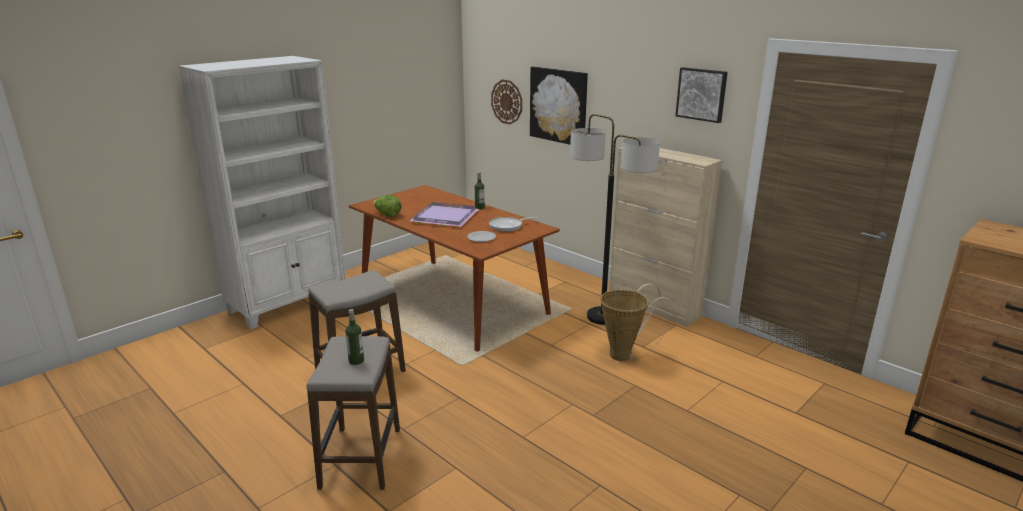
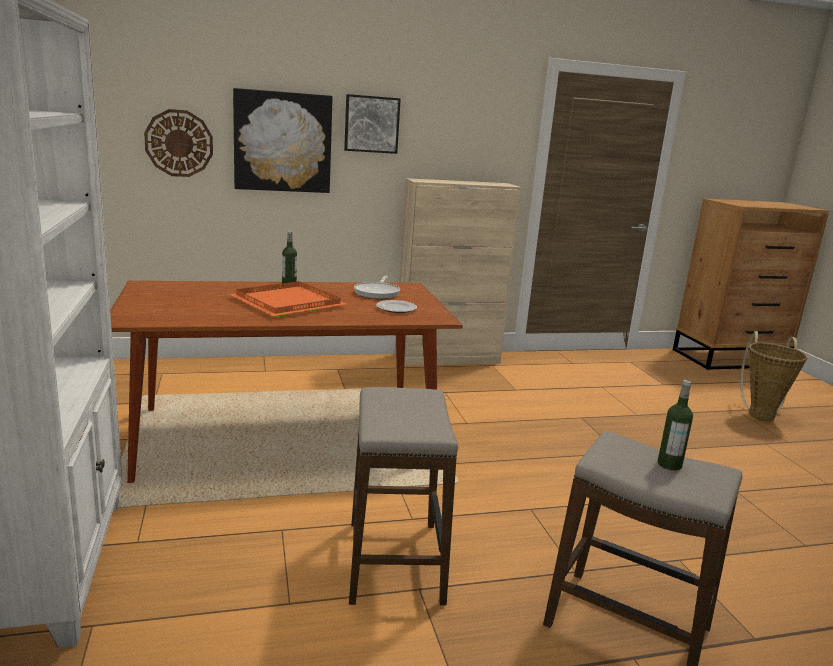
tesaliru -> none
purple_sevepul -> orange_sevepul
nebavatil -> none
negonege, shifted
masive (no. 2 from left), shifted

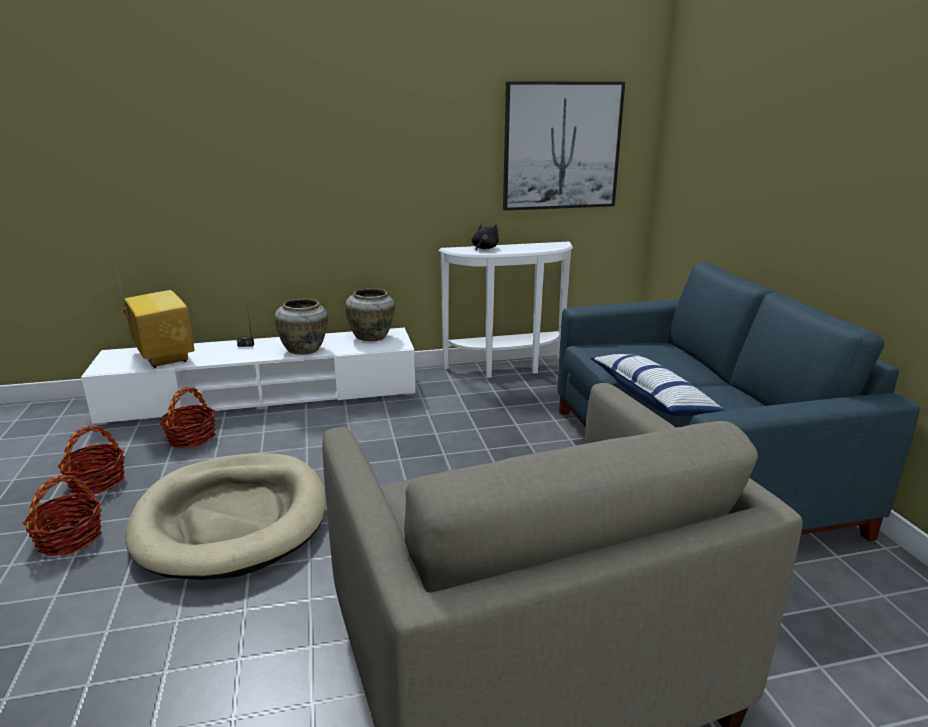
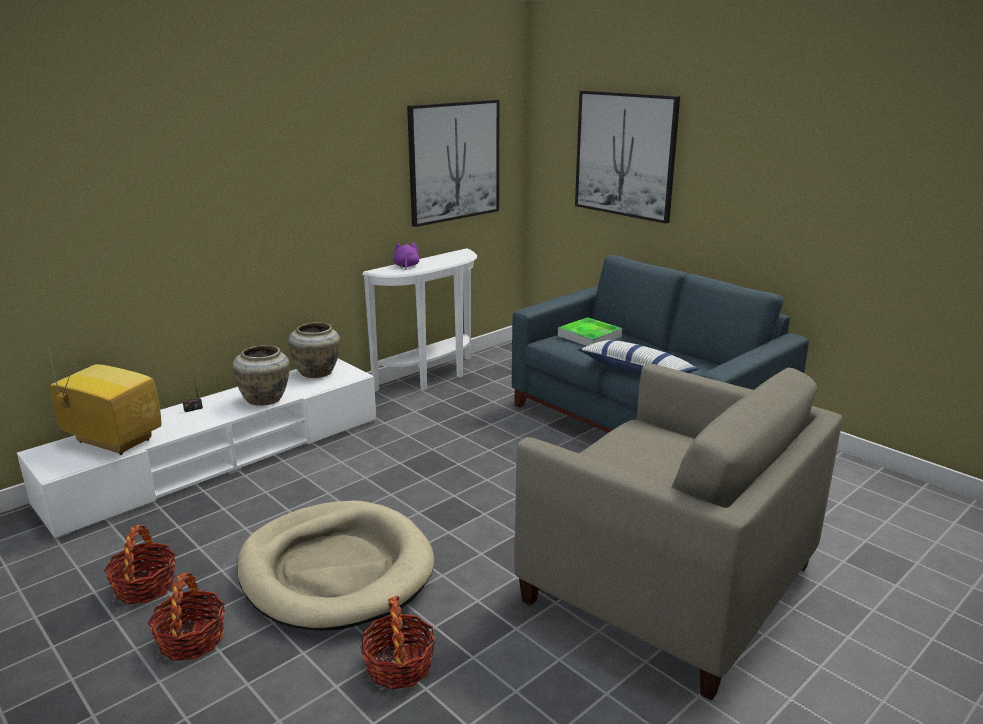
negonege (no. 3 from left), shifted
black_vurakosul -> purple_vurakosul
none -> sevepul
none -> masive (no. 2 from left)

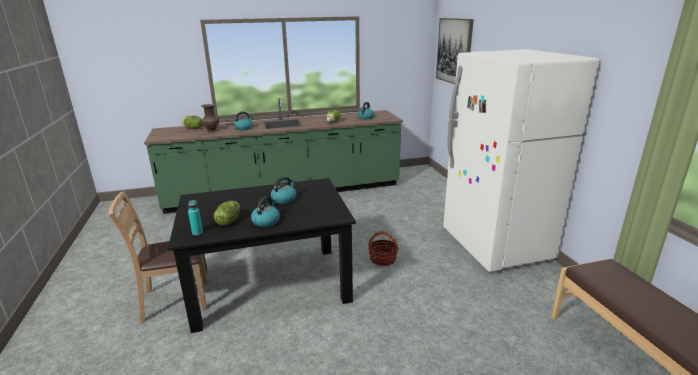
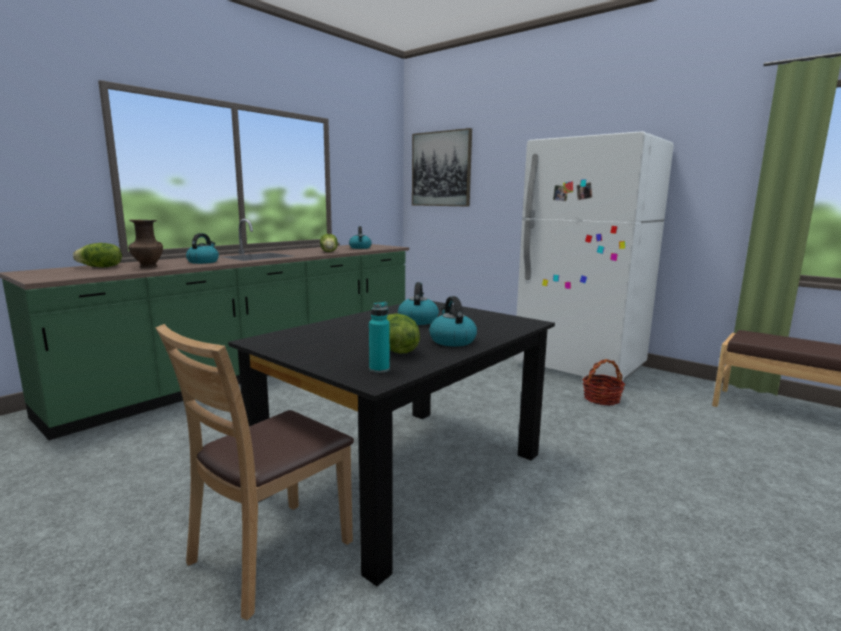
negonege, shifted

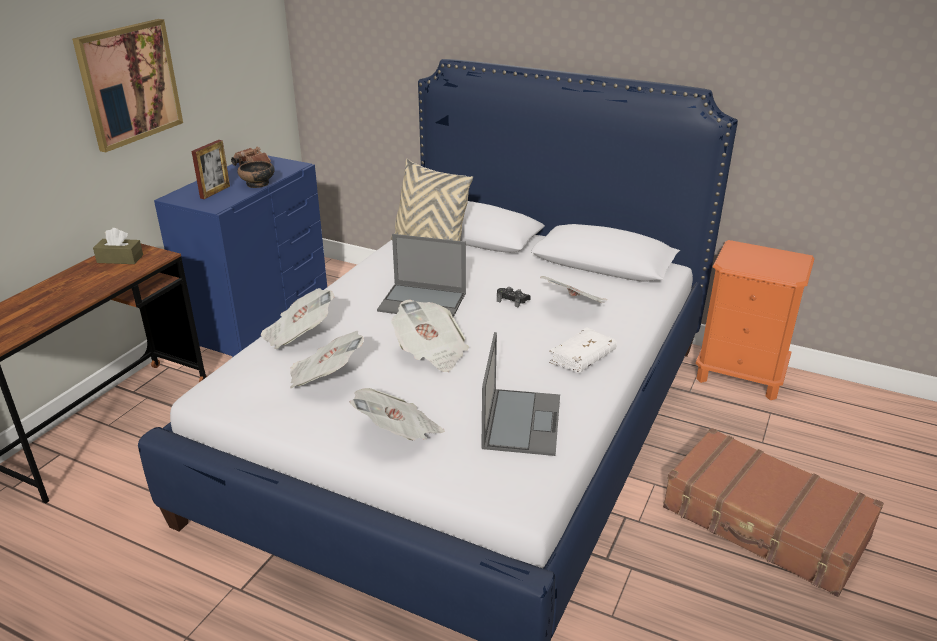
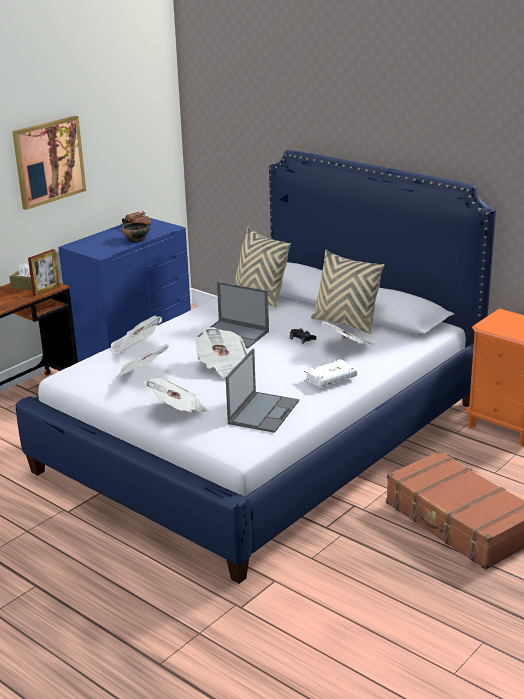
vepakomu, shifted
none -> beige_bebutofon (no. 2 from left)

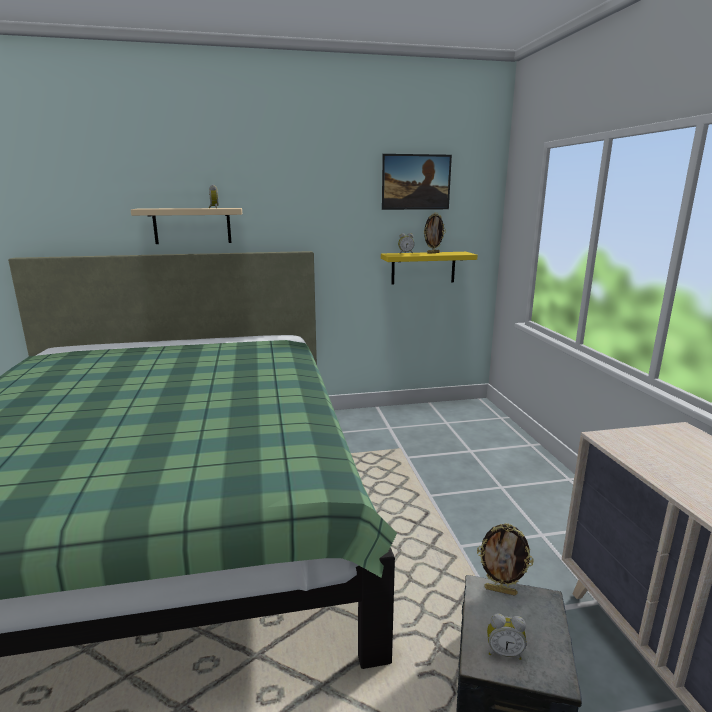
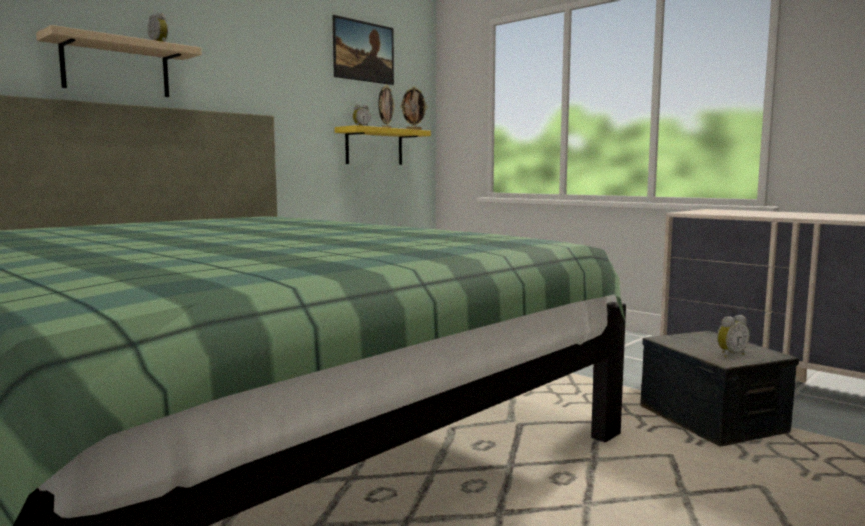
vepakomu (no. 2 from left), shifted

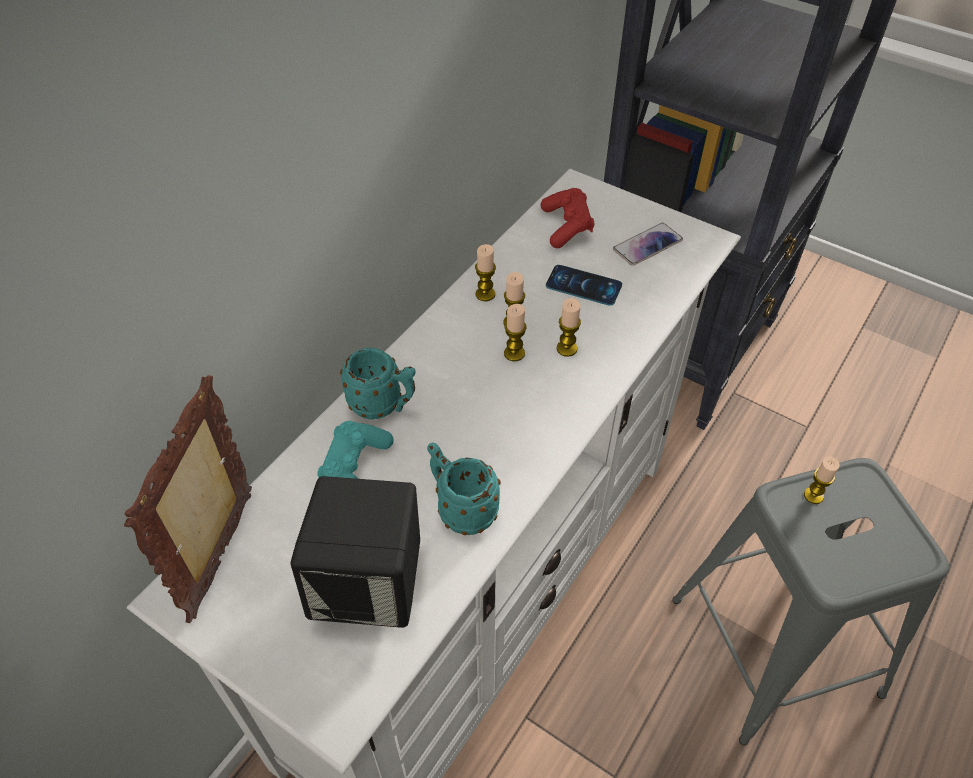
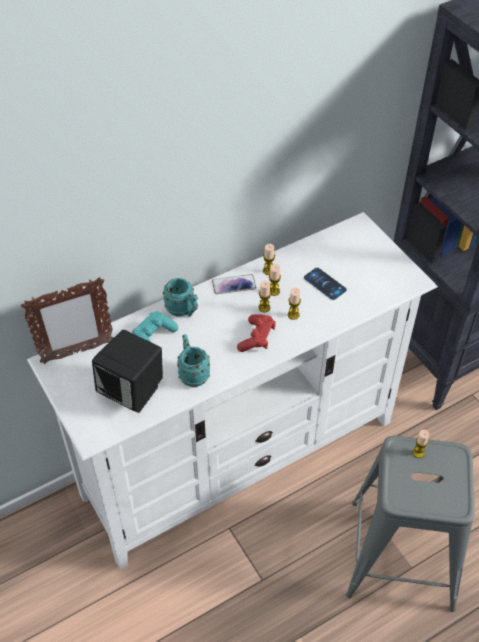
vepakomu, 150 degrees counterclockwise
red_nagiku, shifted
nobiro (no. 2 from left in the first image) -> nobiro (no. 1 from left), shifted

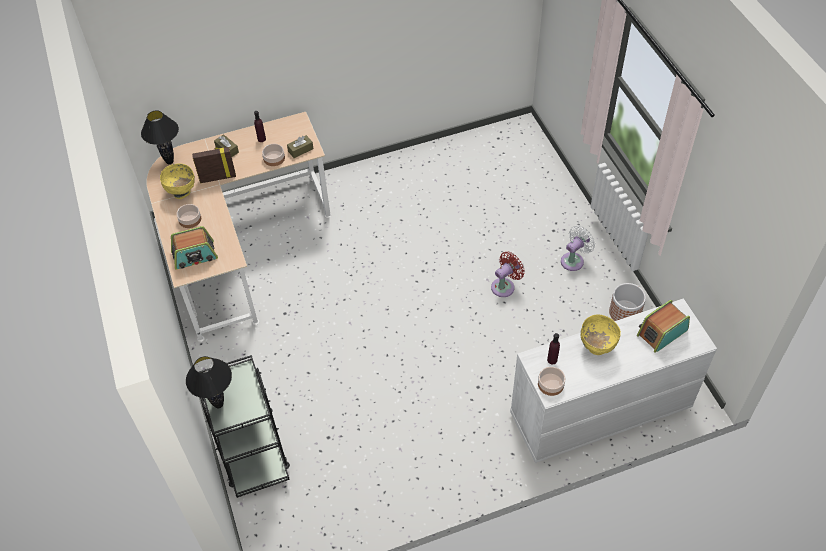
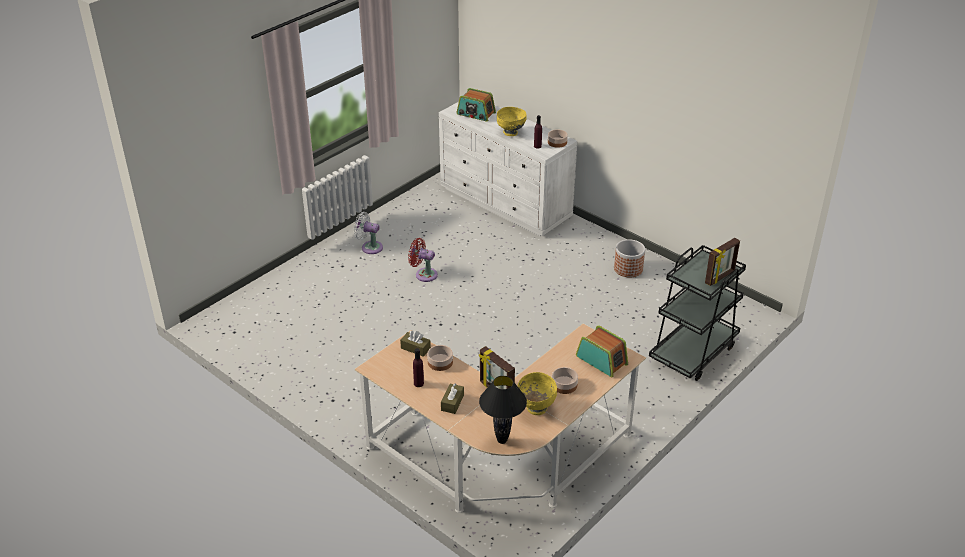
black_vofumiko (no. 2 from left) -> vepakomu (no. 2 from left)
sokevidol, shifted

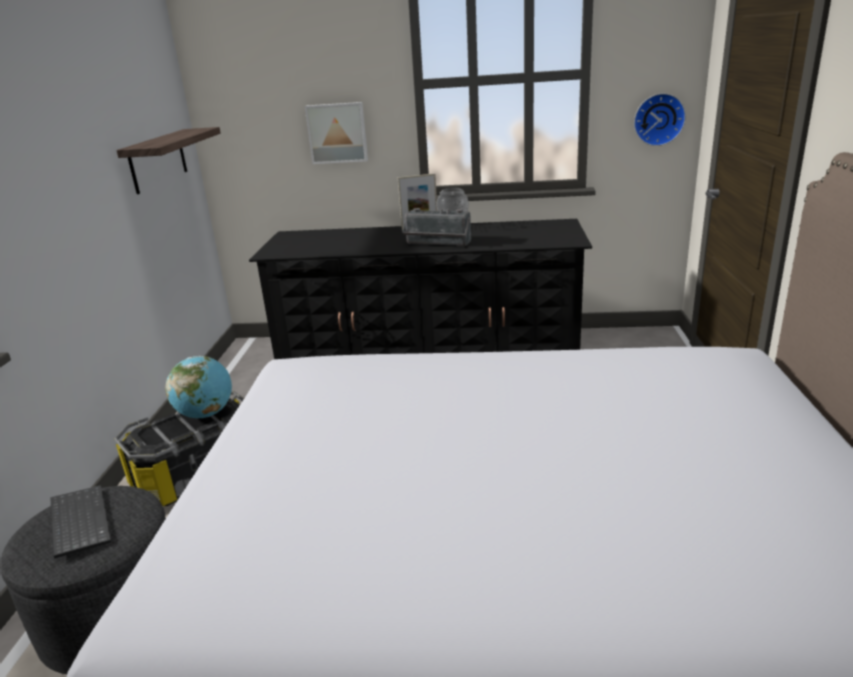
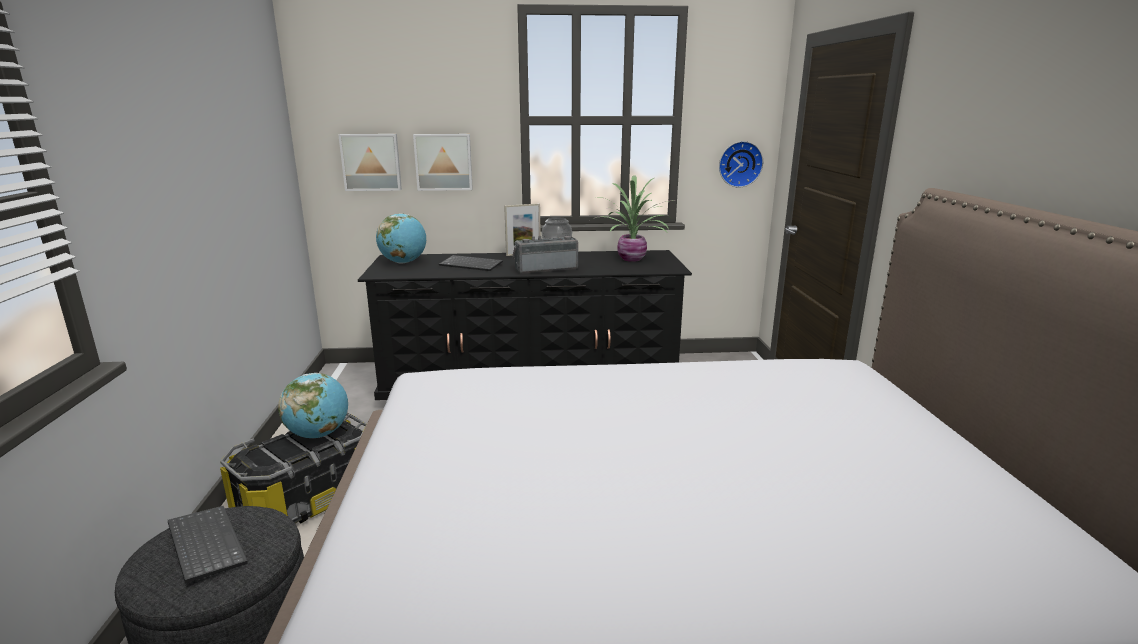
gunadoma -> none
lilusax, 150 degrees clockwise
none -> masive (no. 1 from left)
none -> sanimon (no. 2 from left)
none -> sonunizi (no. 2 from left)
none -> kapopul

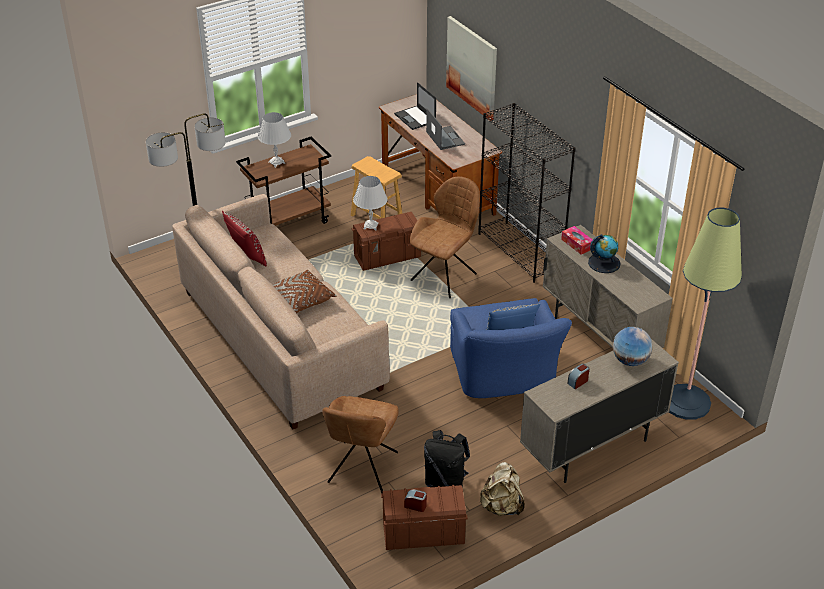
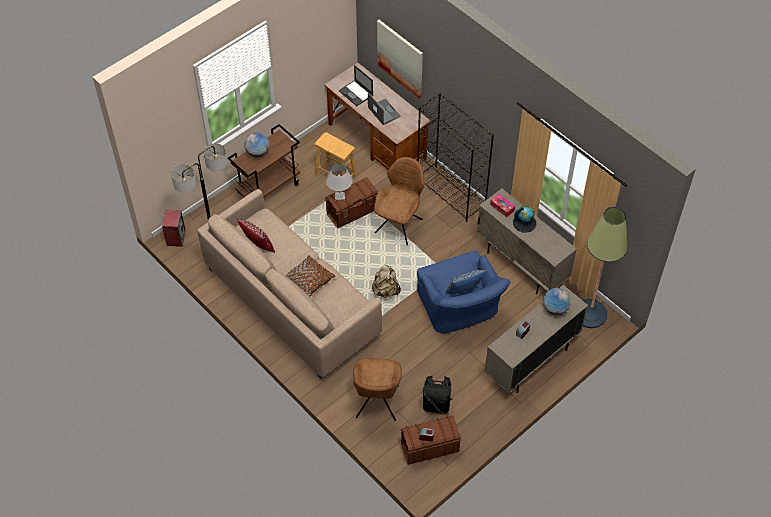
white_vofumiko (no. 1 from left) -> sanimon (no. 1 from left)
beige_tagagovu, shifted
none -> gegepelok

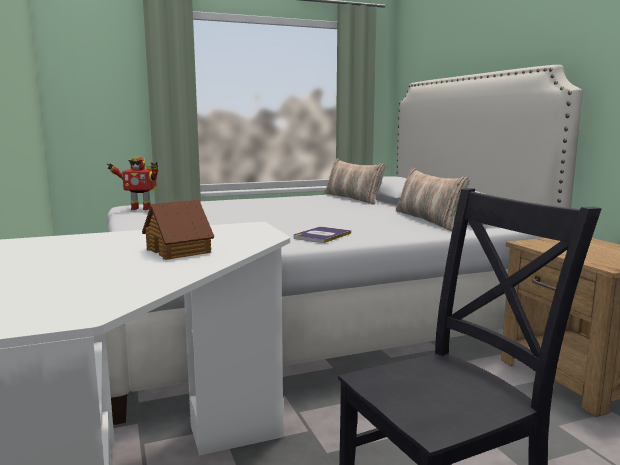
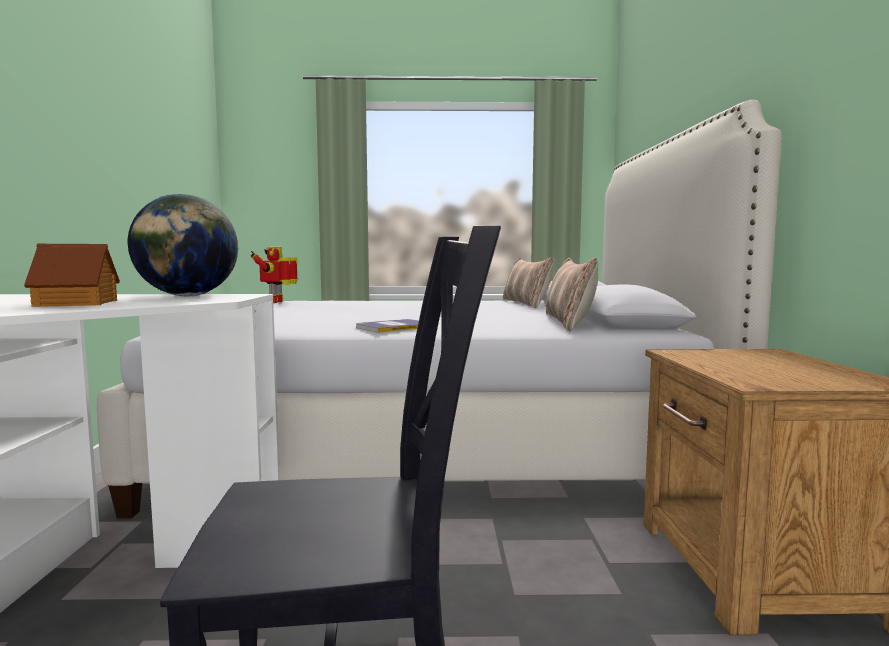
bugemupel, 75 degrees clockwise
none -> sanimon

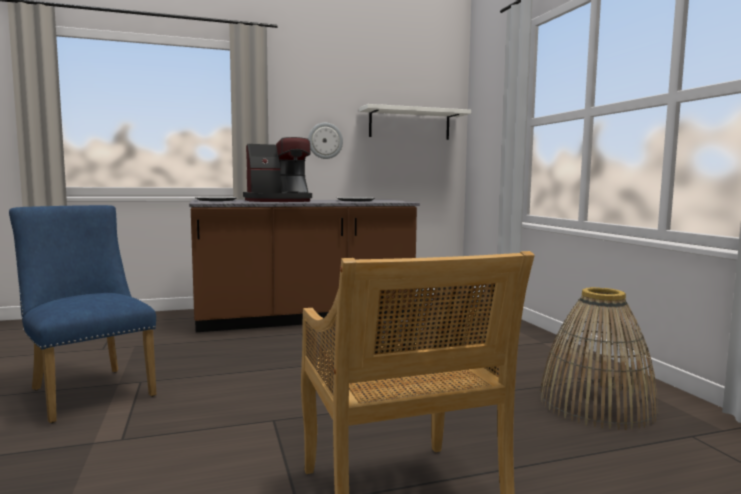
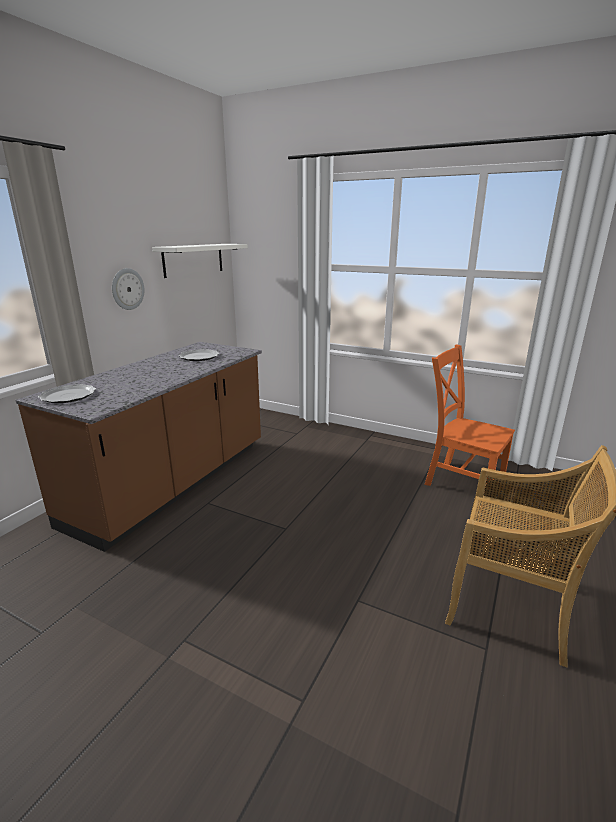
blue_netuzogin -> none
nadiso -> none
negonege -> orange_netuzogin

